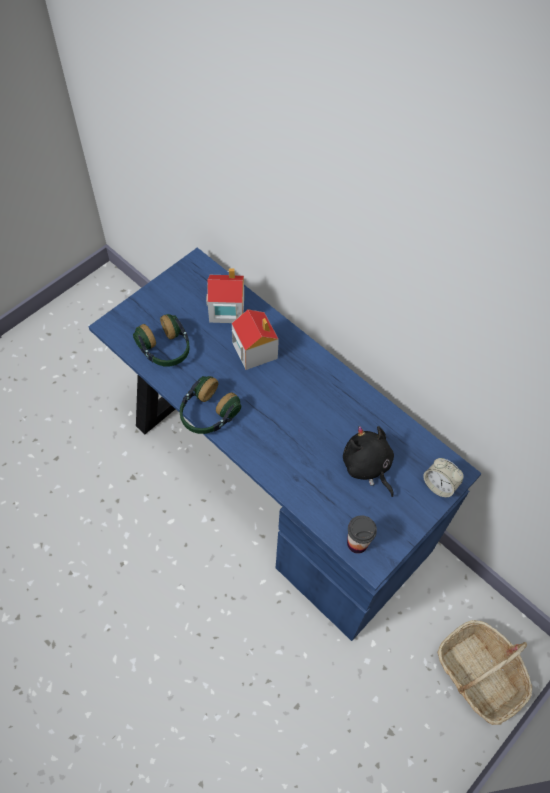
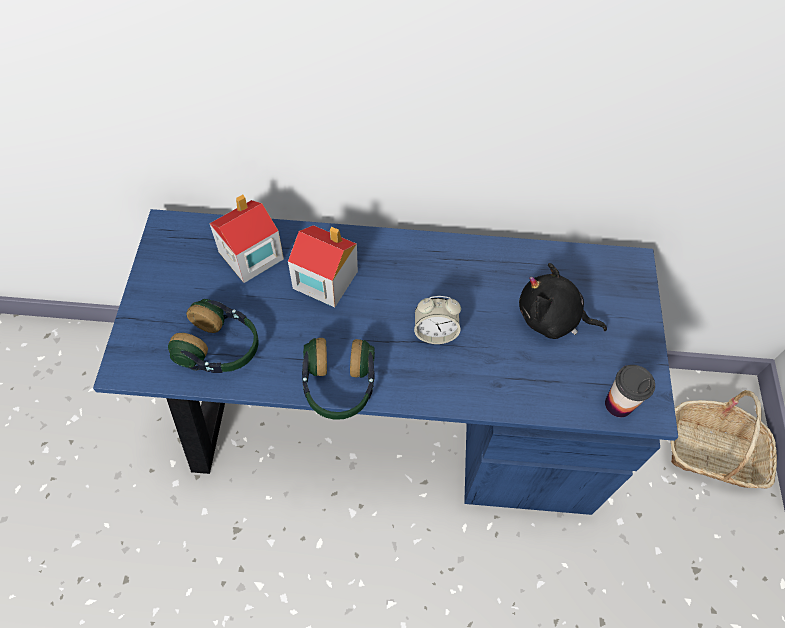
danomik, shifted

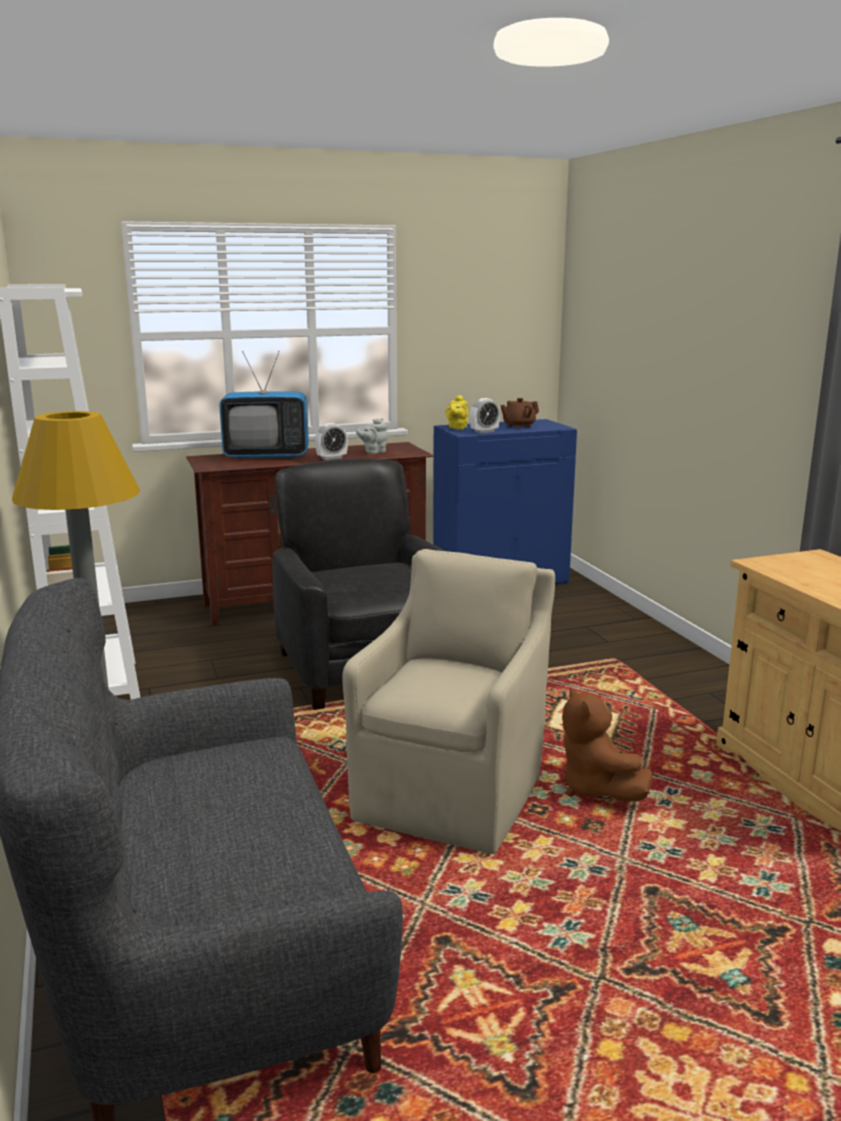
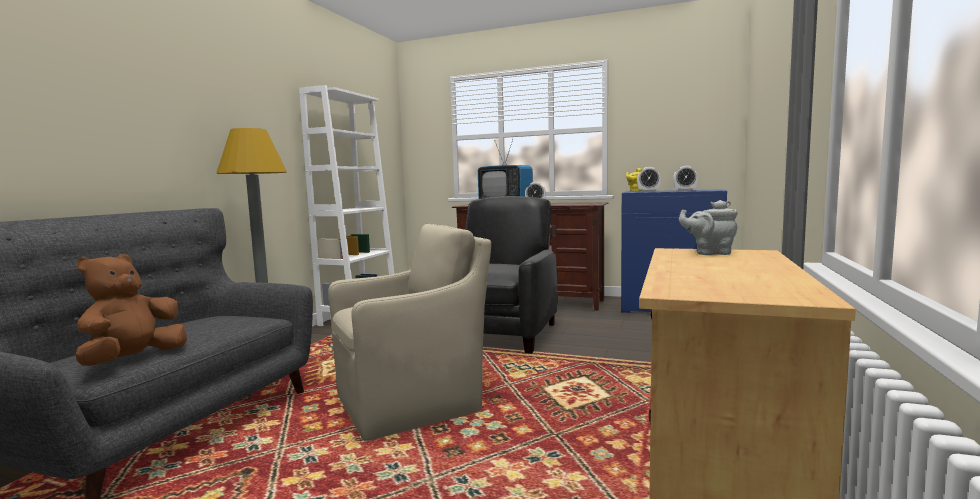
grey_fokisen, shifted
brown_fokisen -> danomik (no. 3 from left)
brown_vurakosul, shifted

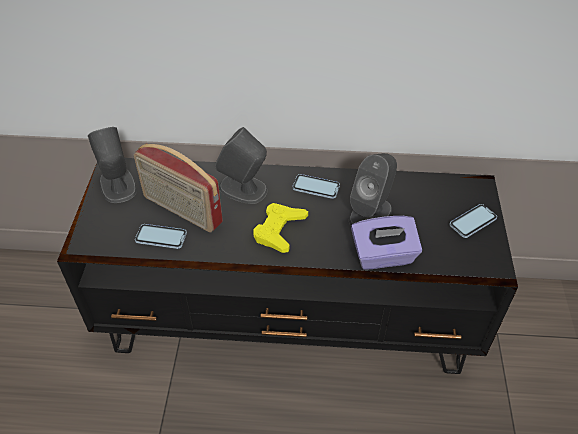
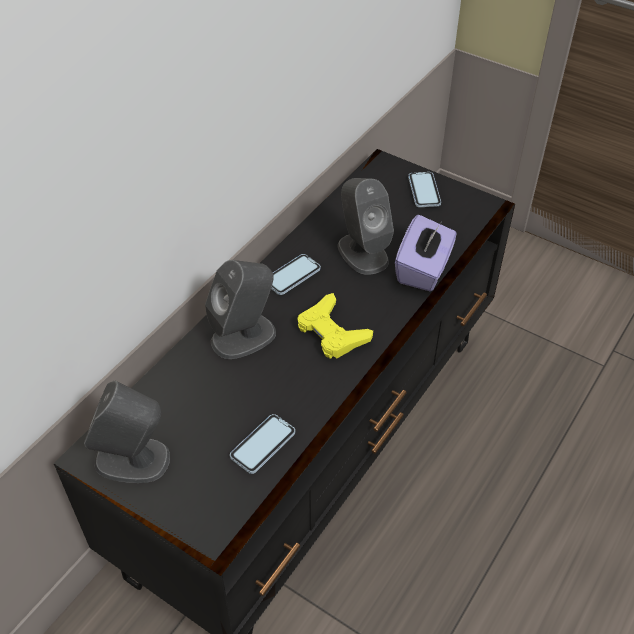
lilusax -> none

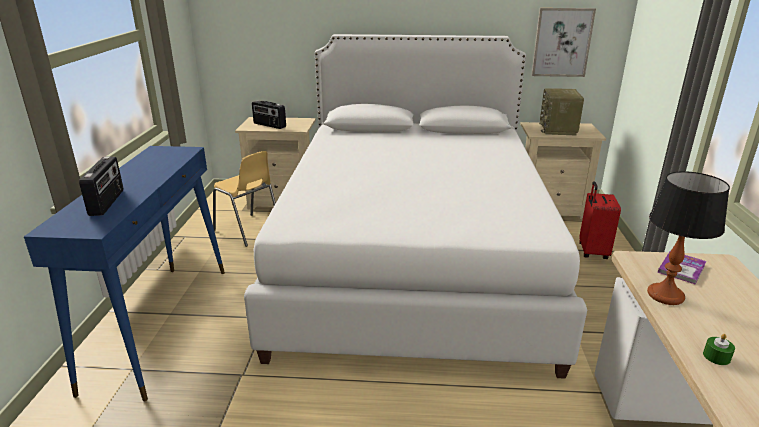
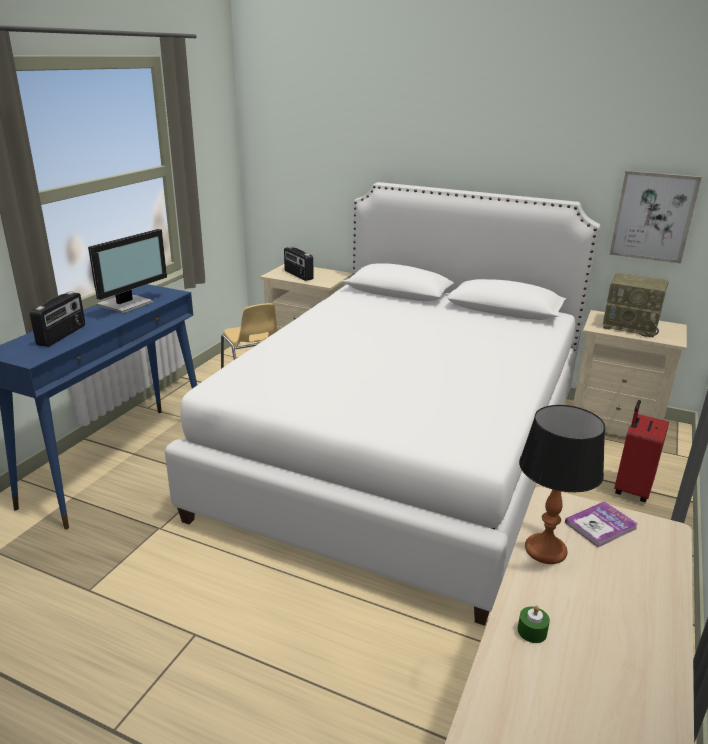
lilusax (no. 3 from left), 90 degrees counterclockwise
none -> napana

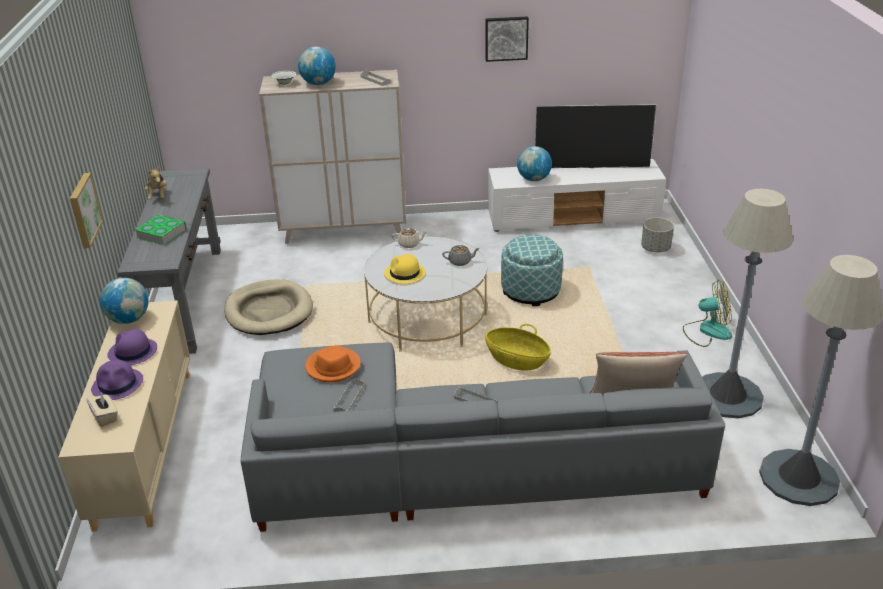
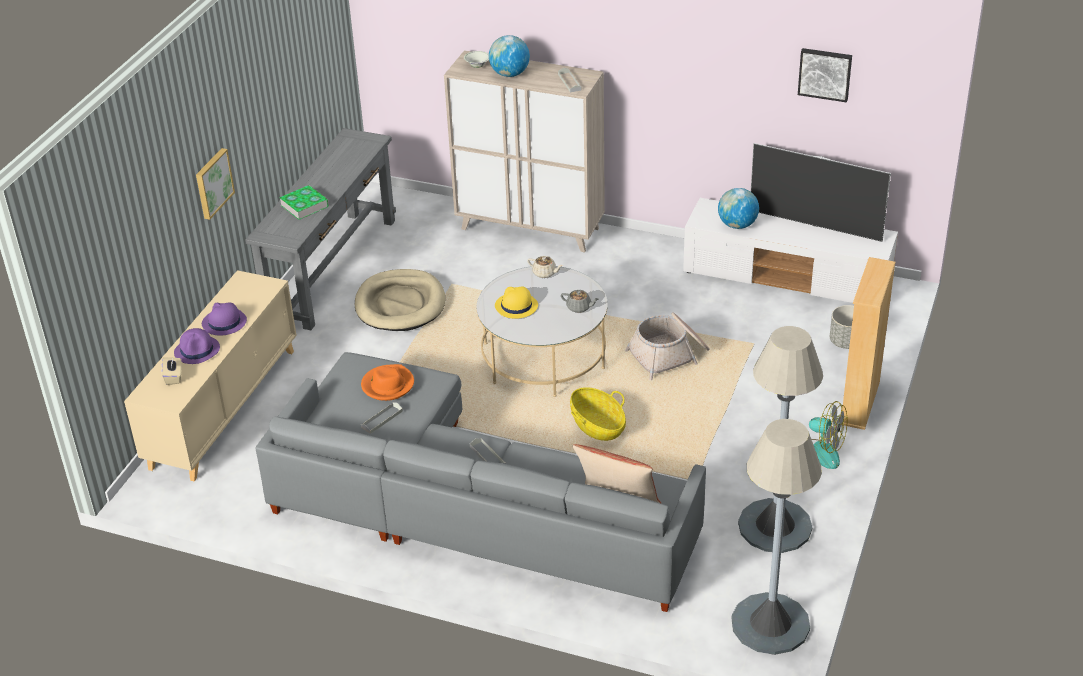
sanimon (no. 1 from left) -> none
vurakosul -> none
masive (no. 2 from left), shifted
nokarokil -> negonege (no. 2 from left)
none -> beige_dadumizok

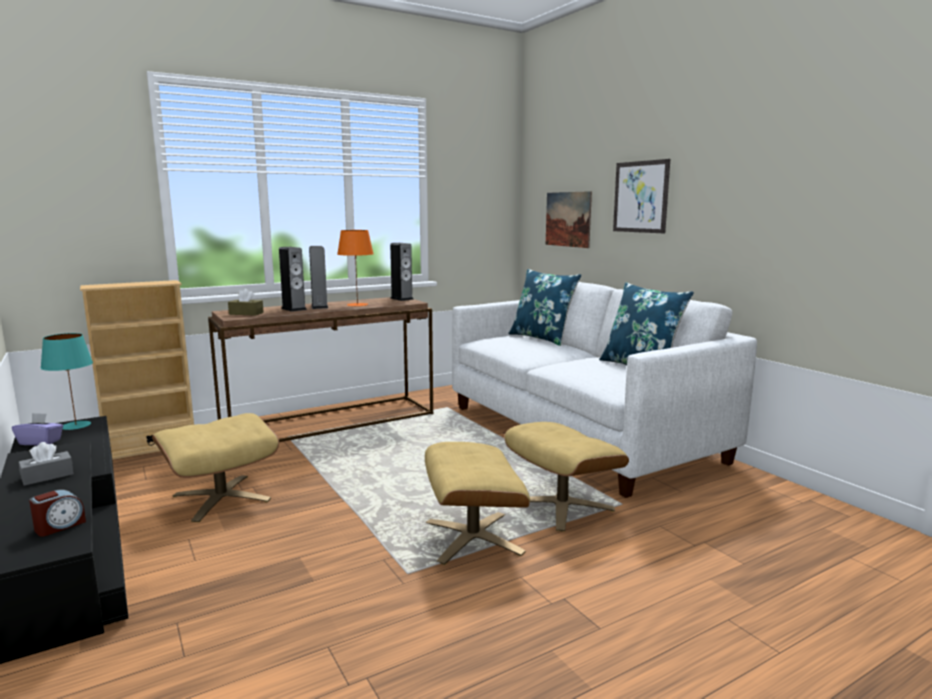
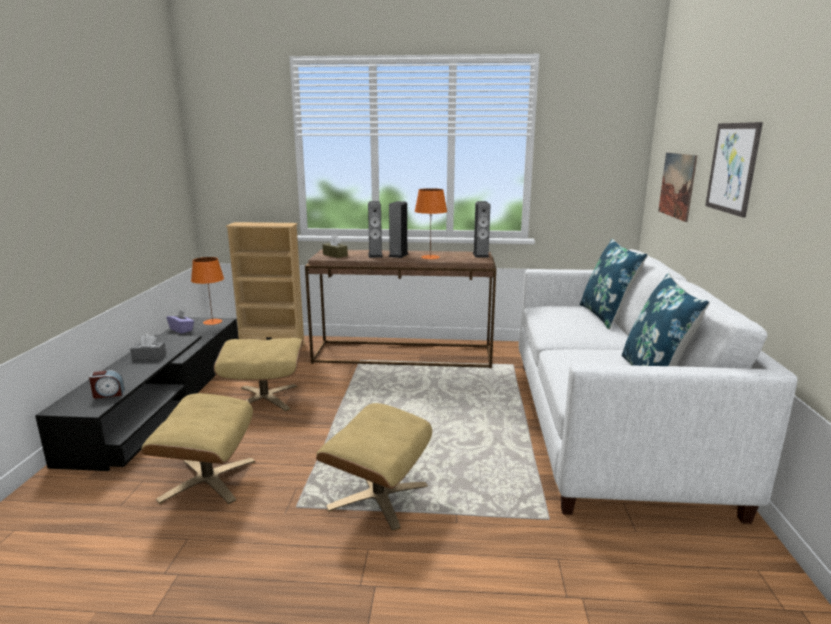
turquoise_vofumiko -> orange_vofumiko (no. 1 from left)
beige_nokarokil (no. 3 from left in the first image) -> beige_nokarokil (no. 1 from left), shifted

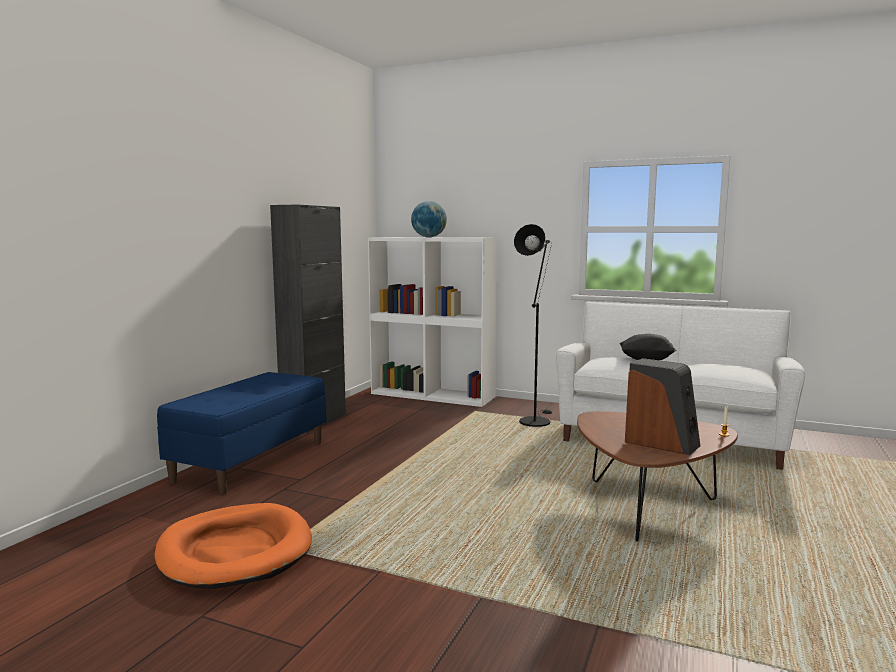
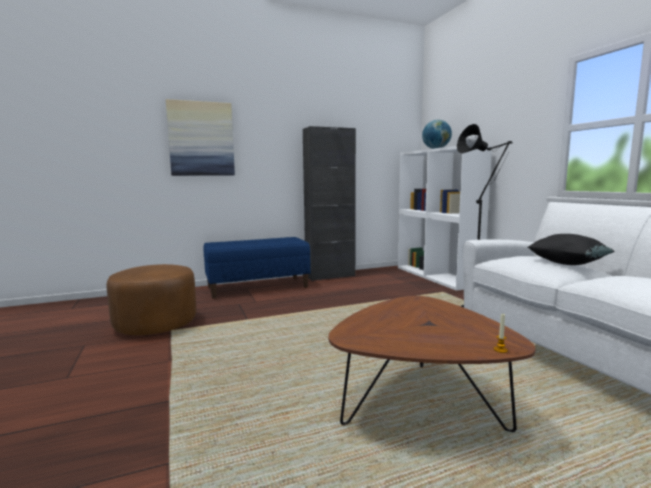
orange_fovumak -> brown_nokarokil
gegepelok -> none
none -> masive

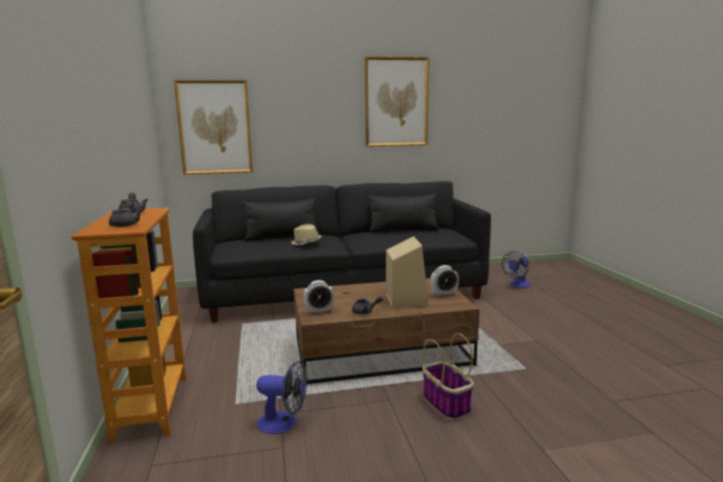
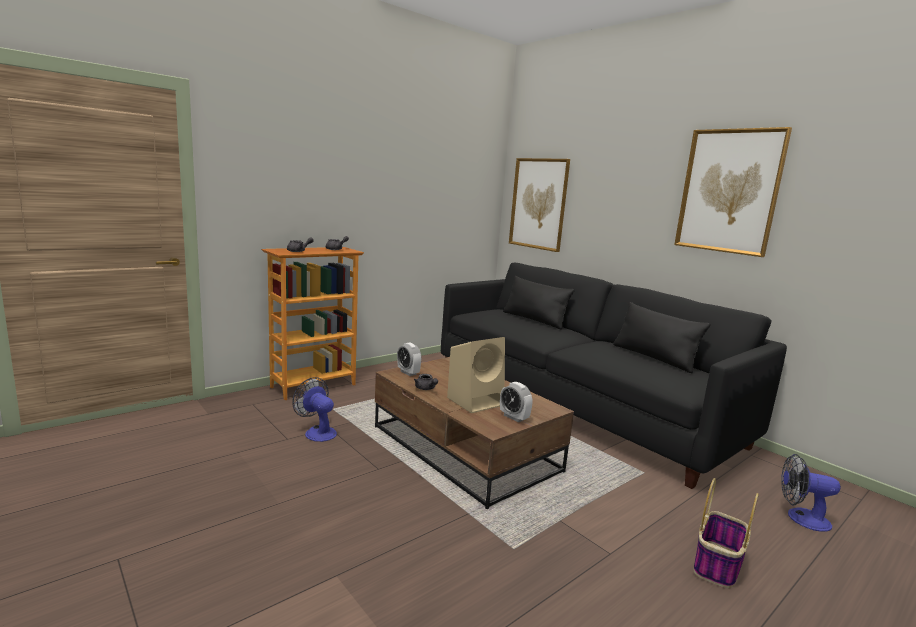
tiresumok (no. 1 from left), 150 degrees clockwise
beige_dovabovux -> none
negonege, shifted

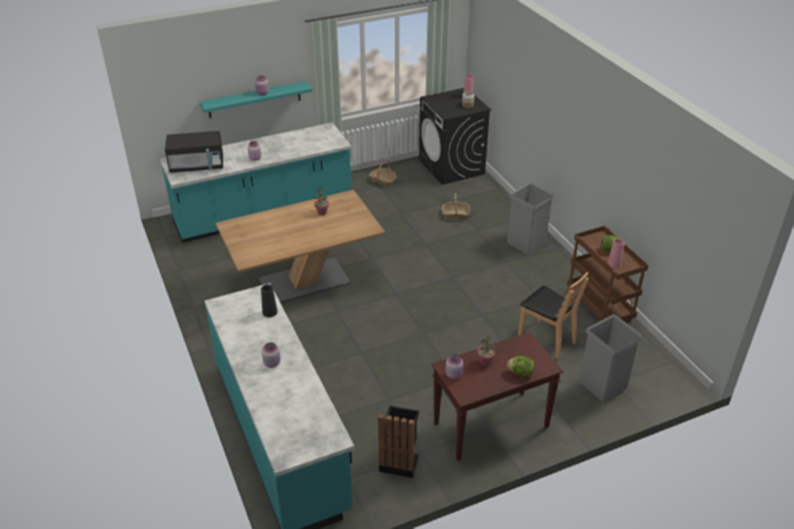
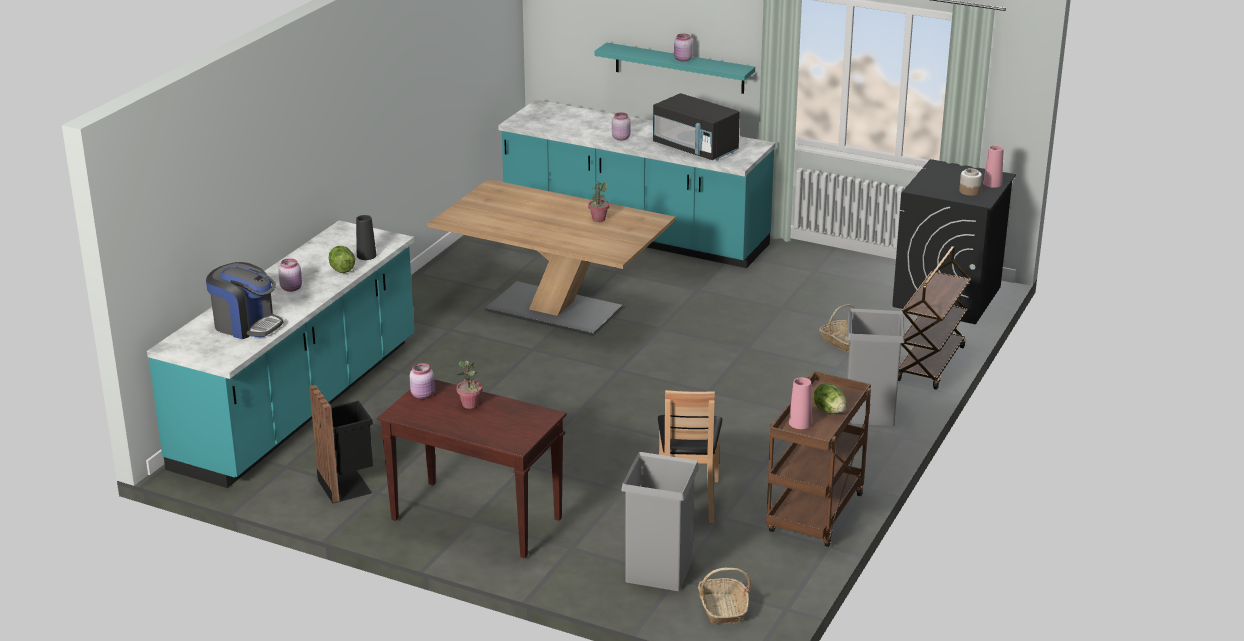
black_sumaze, shifted
negonege (no. 1 from left), shifted
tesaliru (no. 1 from left), shifted
none -> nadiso
none -> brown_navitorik (no. 2 from left)

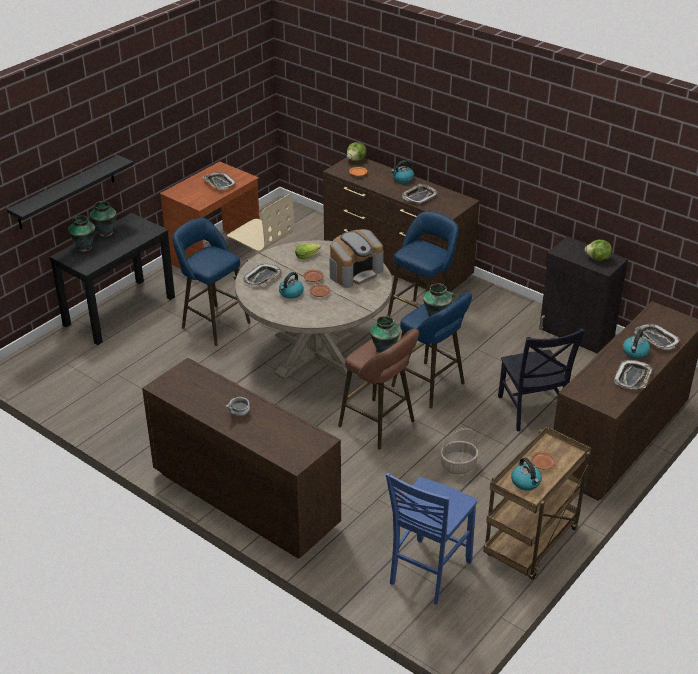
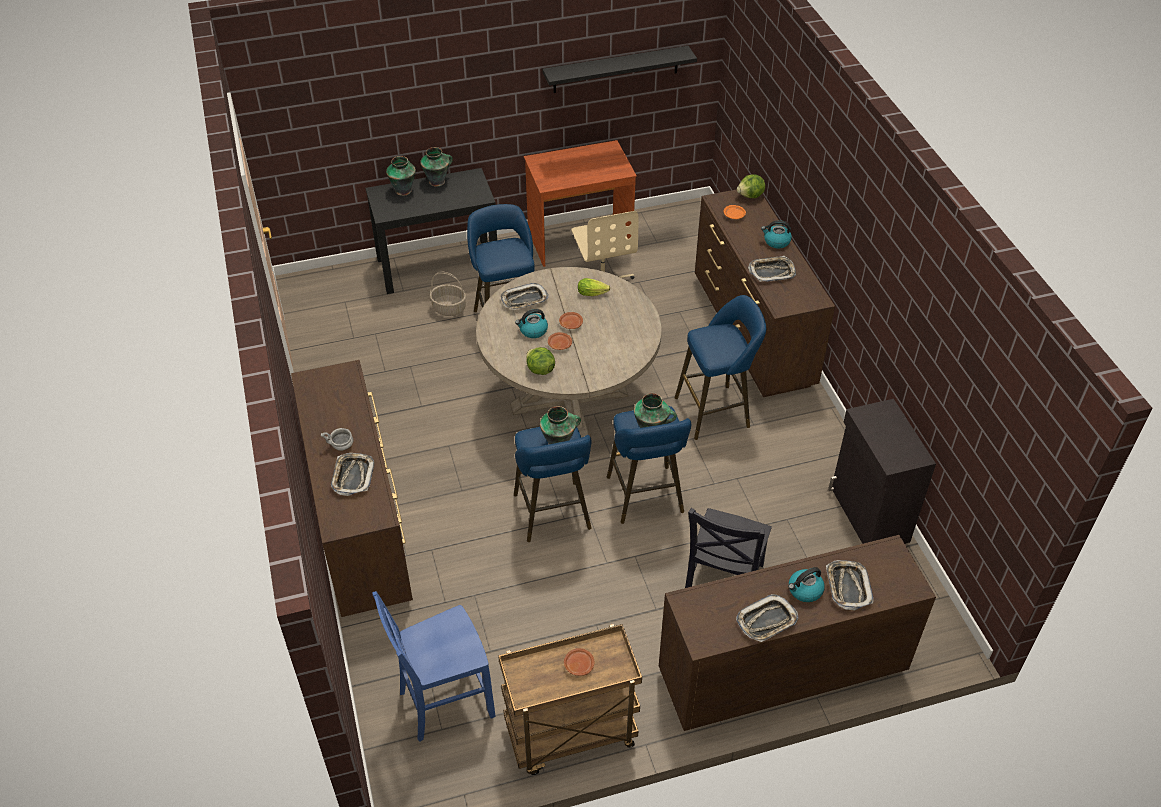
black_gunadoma, shifted
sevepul (no. 1 from left), shifted
nadiso -> none
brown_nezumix -> blue_nezumix (no. 2 from left)
negonege, shifted
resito (no. 3 from left) -> none
tesaliru (no. 3 from left in the first image) -> tesaliru (no. 1 from left), shifted

